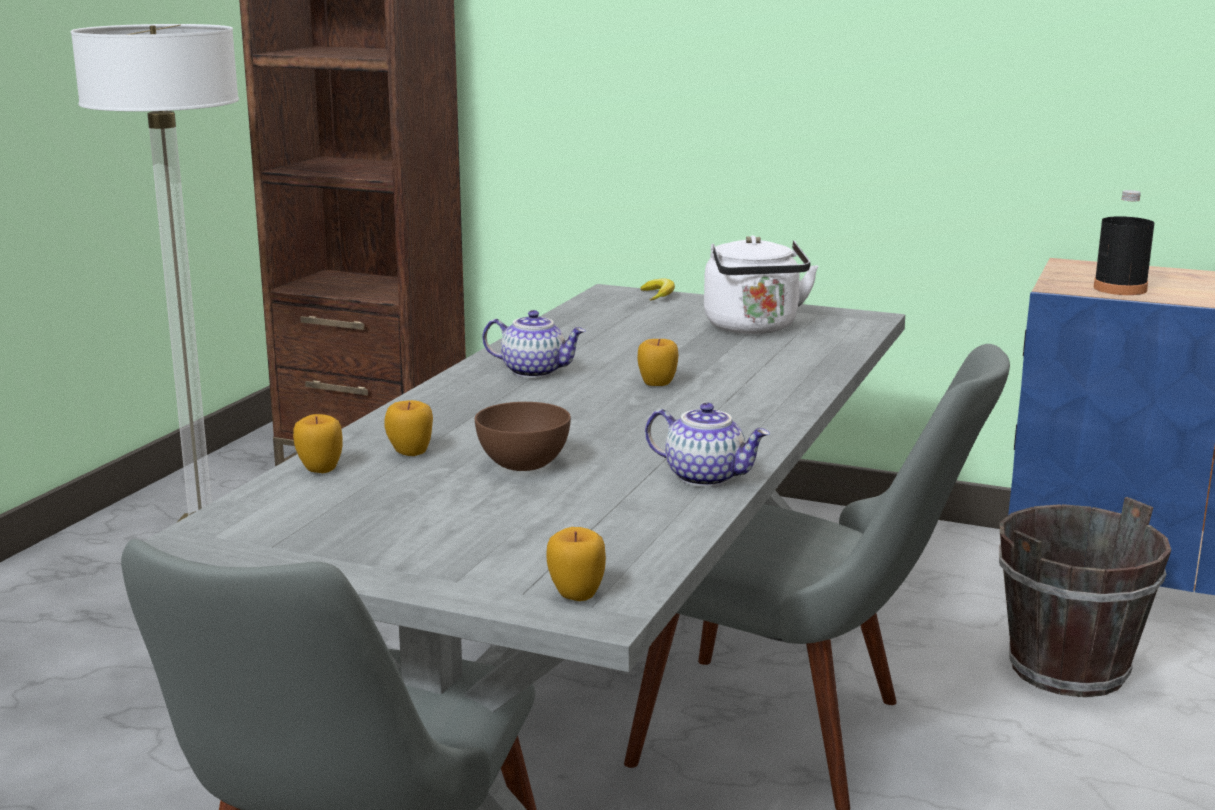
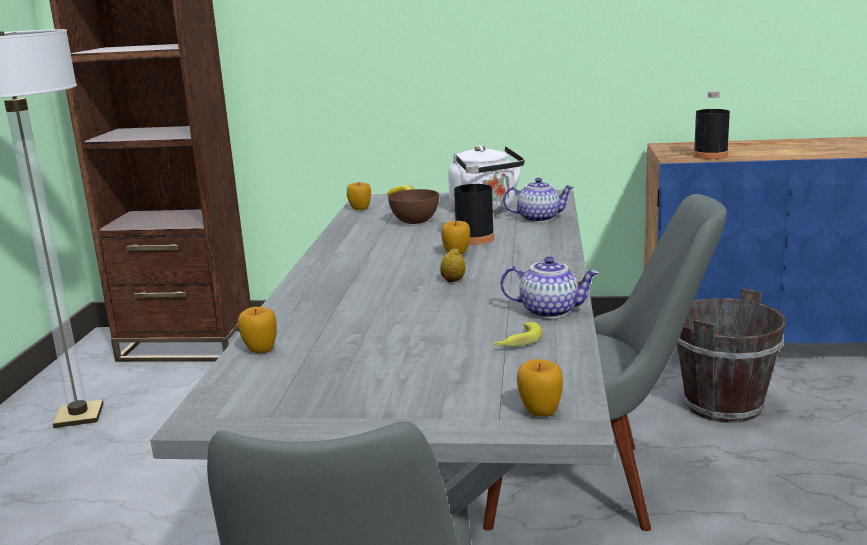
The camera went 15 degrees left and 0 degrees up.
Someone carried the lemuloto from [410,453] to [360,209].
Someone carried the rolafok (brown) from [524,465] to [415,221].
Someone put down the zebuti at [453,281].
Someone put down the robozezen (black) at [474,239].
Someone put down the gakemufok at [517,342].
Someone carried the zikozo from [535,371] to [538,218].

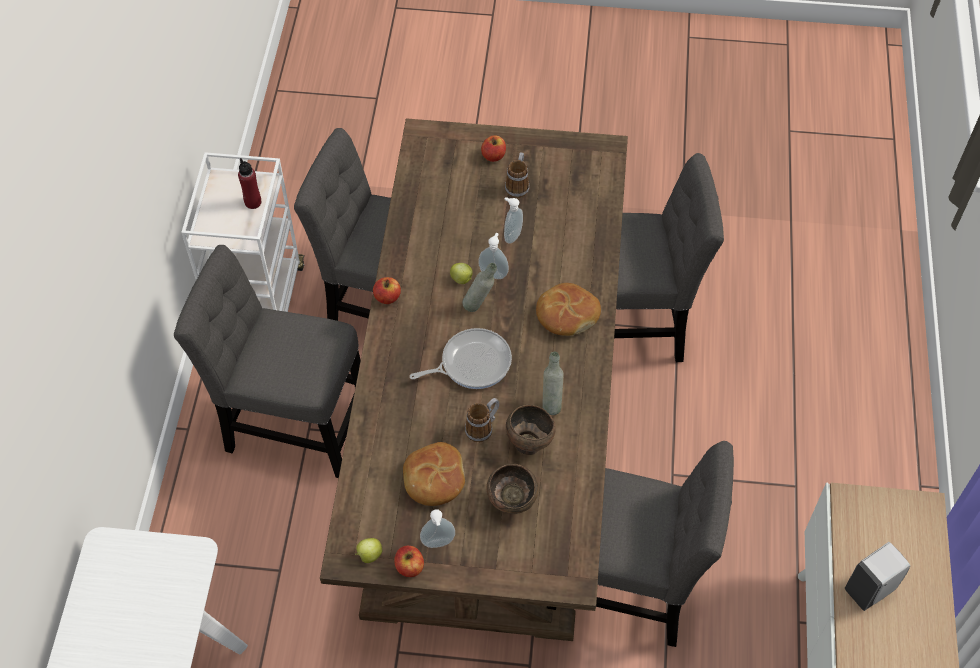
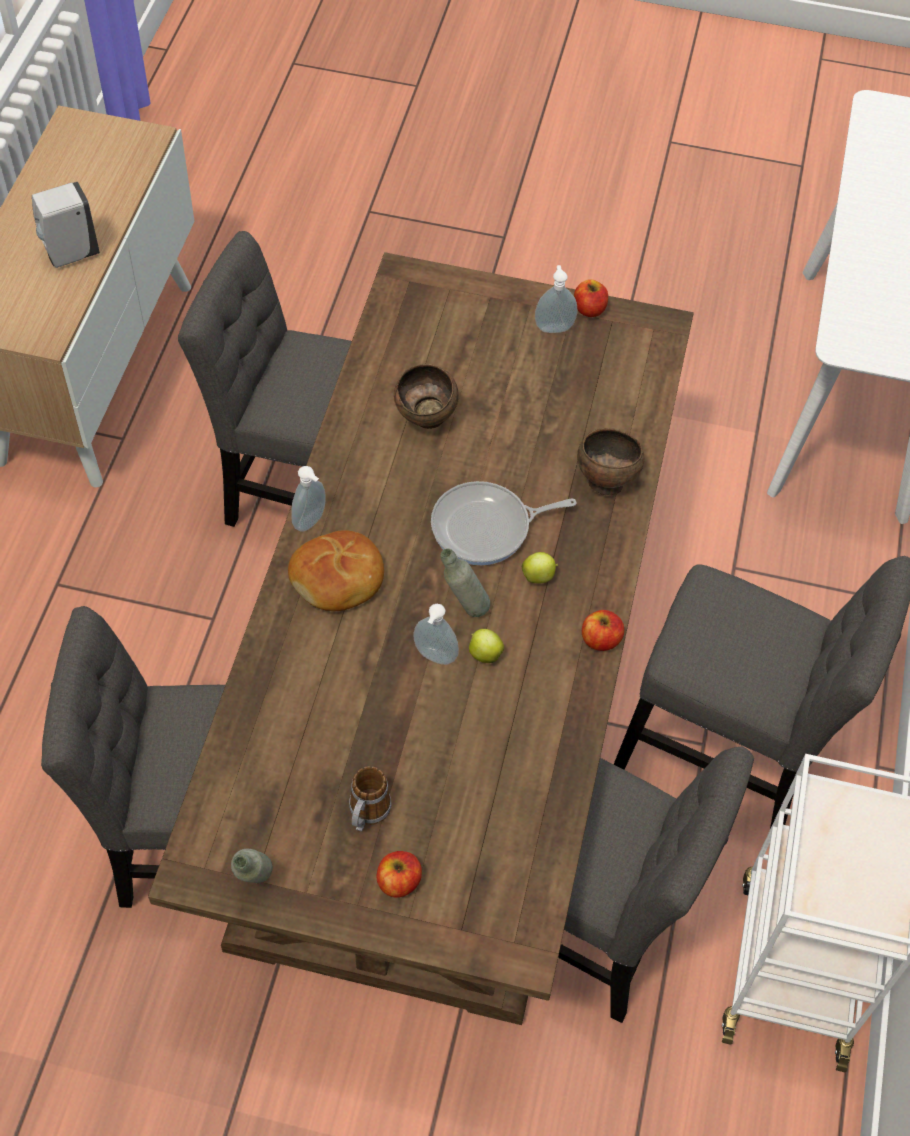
The camera went 175 degrees left and 0 degrees up.
Someone carried the robozezen (grey) from [551,403] to [255,885].
Someone carried the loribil from [512,235] to [311,522].
Someone carried the lemuloto from [369,555] to [538,576].
Someone carried the rolafok (brown) from [513,502] to [604,481].
Someone took away the robozezen (red) at [253,202].
Someone took away the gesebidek at [434,479].
Someone took away the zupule at [483,427].

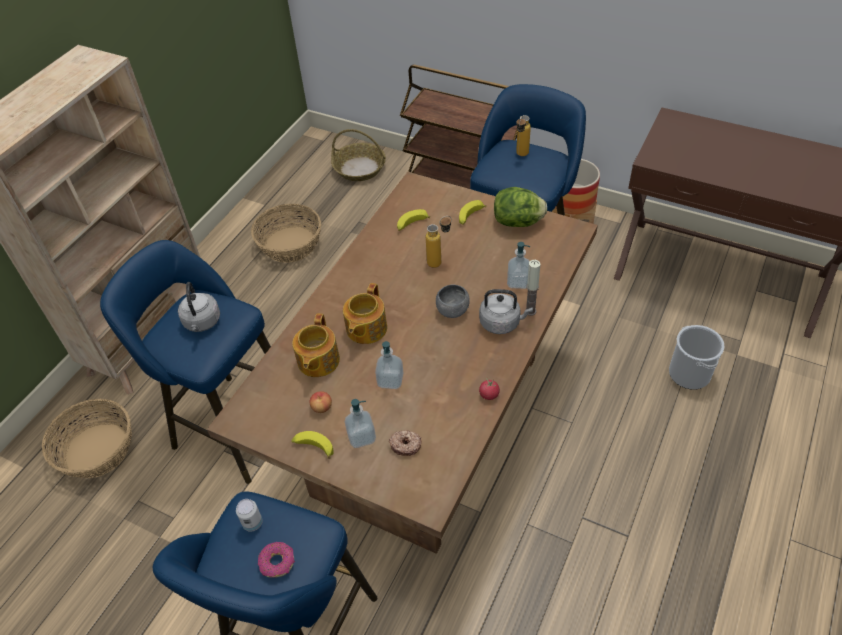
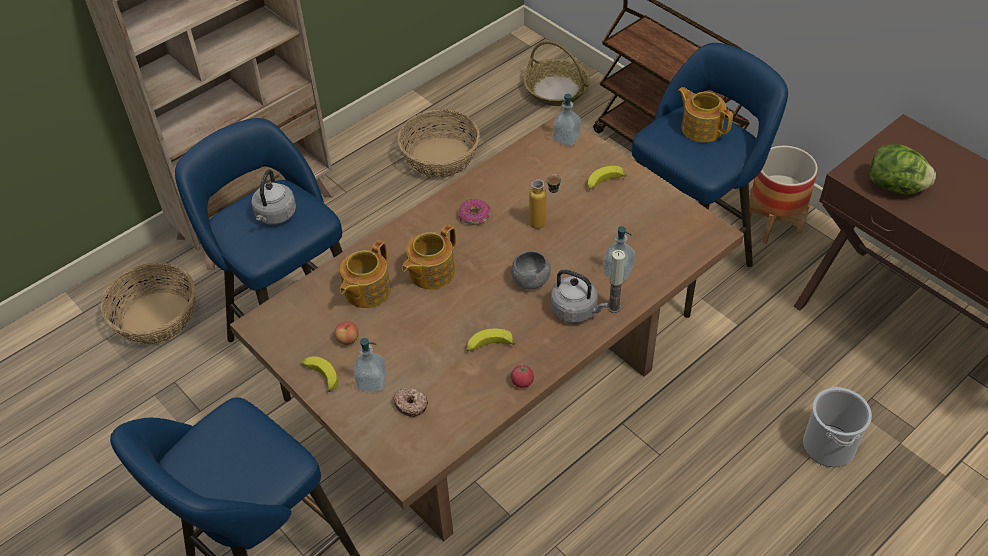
The camera went 20 degrees right and 0 degrees up.
Someone carried the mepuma from [277,563] to [474,216].
Someone carried the gakemufok from [411,224] to [489,346].
Someone carried the loribil from [390,380] to [566,138].
Someone swapped the robozezen at [520,156] for the zikozo at [701,128].
Someone carried the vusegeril from [518,222] to [895,187].
Someone took away the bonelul at [252,523].

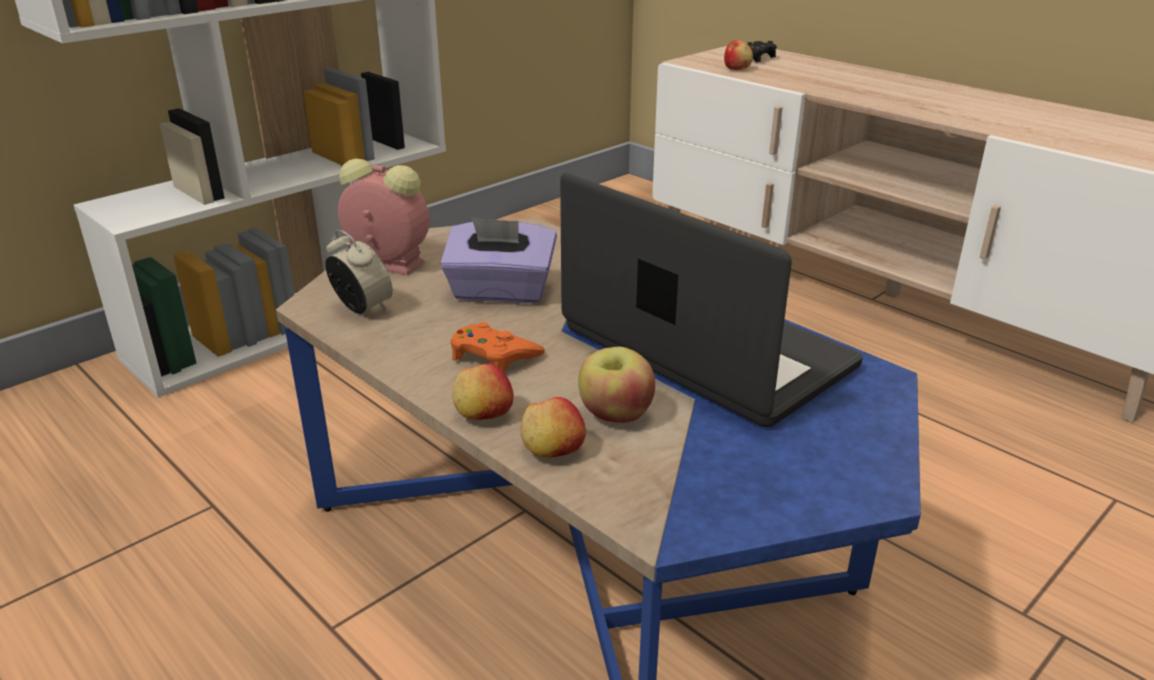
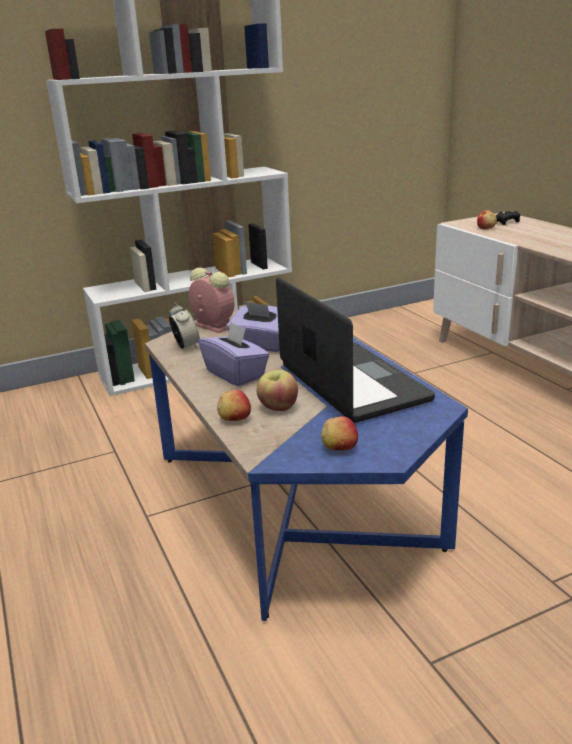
The camera went 20 degrees right and 5 degrees down.
Someone swapped the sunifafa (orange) at [493,356] for the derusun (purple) at [236,374].
Someone carried the lemuloto from [483,414] to [339,448].

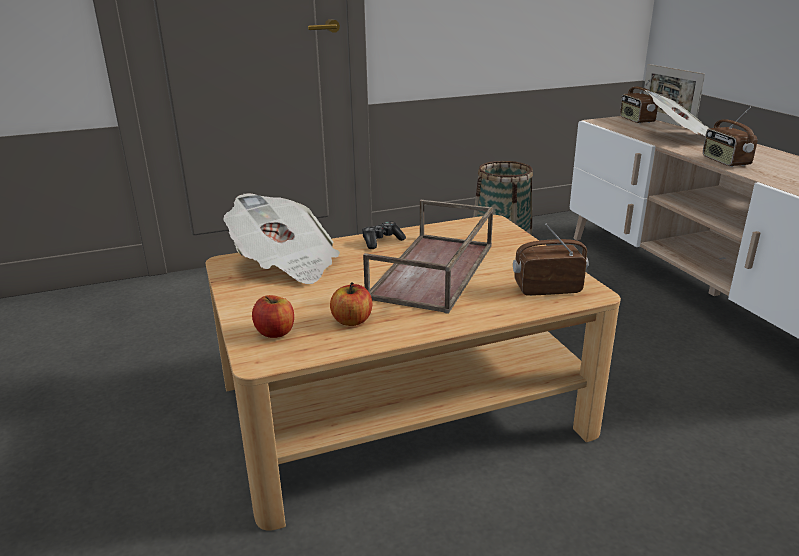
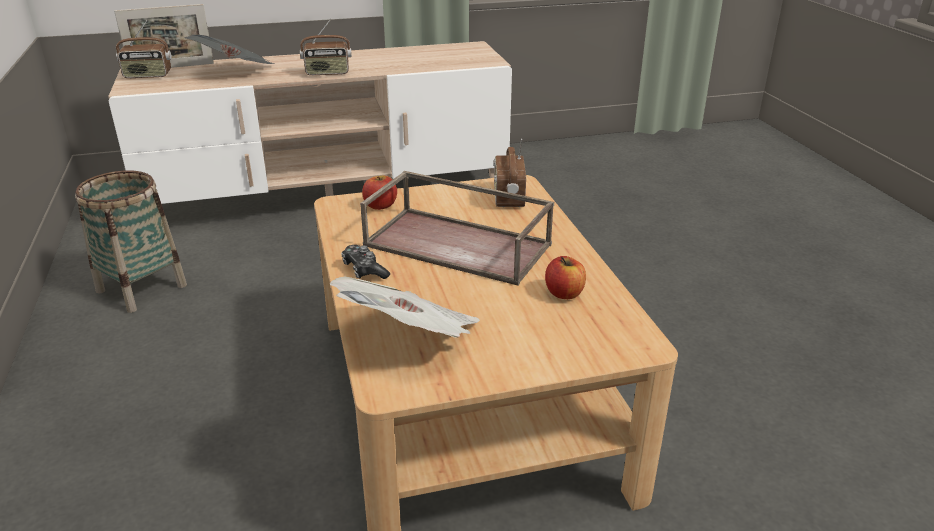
The camera went 85 degrees left and 5 degrees up.
Someone carried the lemuloto from [275,332] to [380,206].

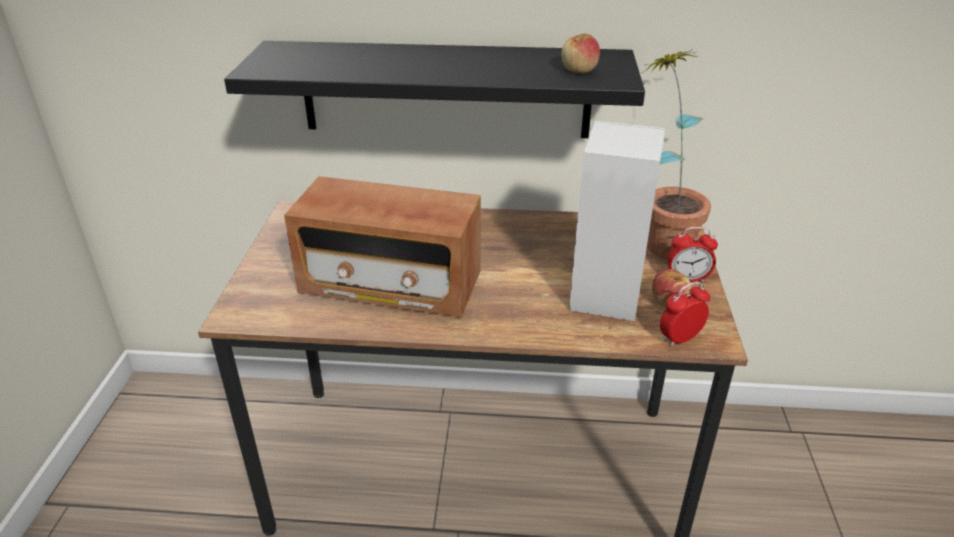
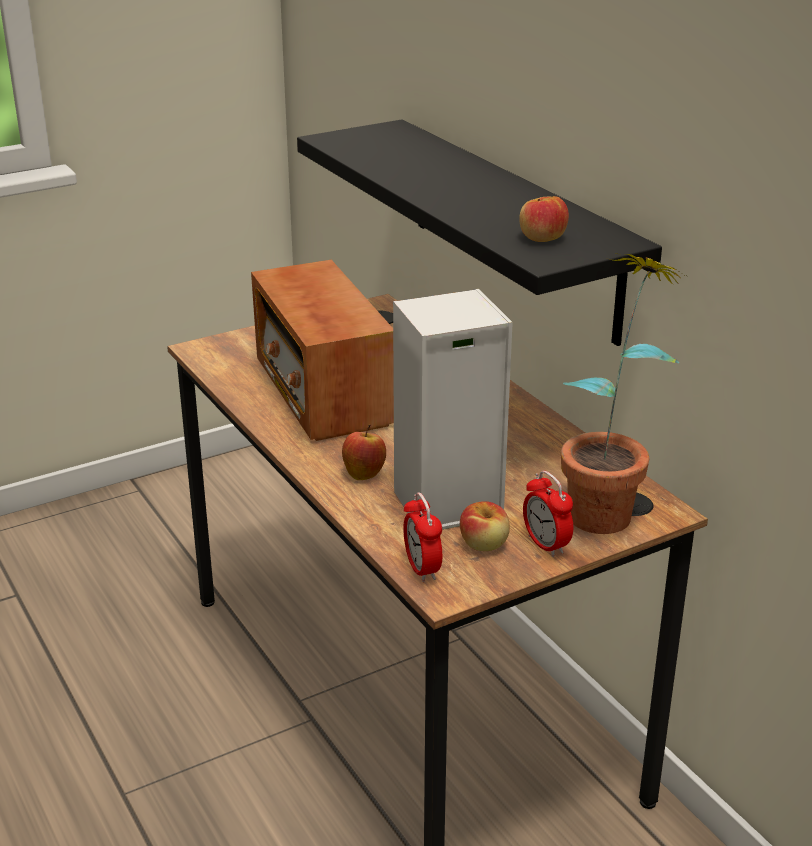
The camera went 55 degrees right and 5 degrees down.
Someone put down the lemuloto at [364,473].
Someone rotated the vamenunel at [680,338] by 135 degrees counterclockwise.

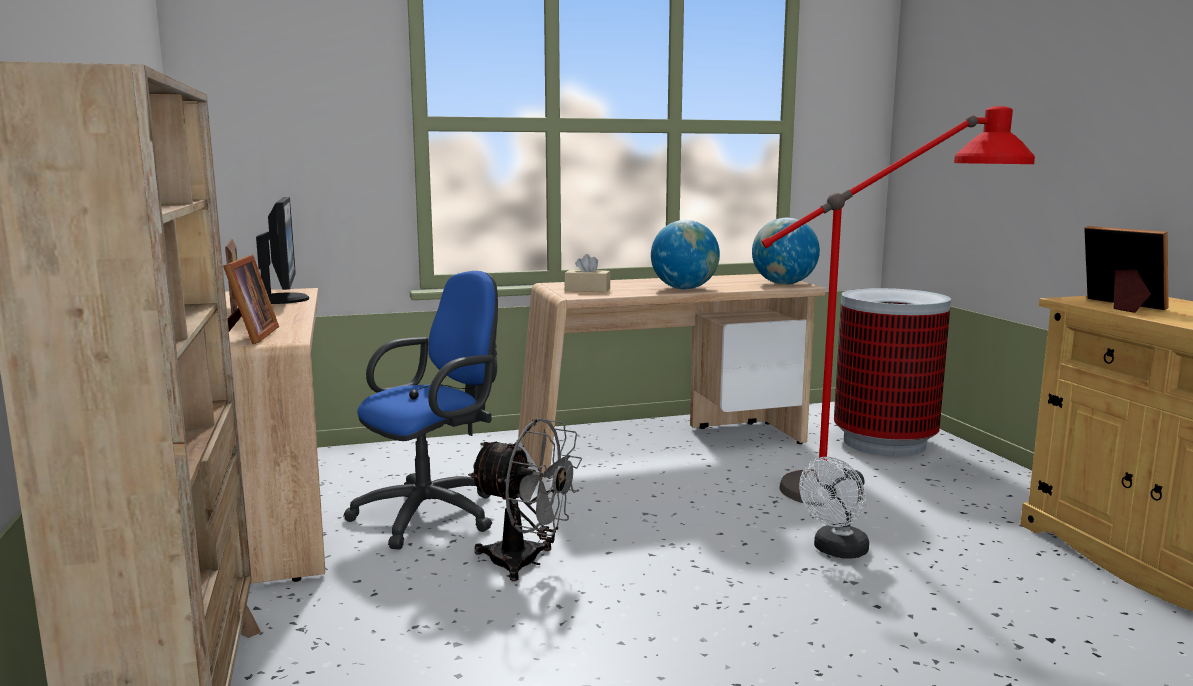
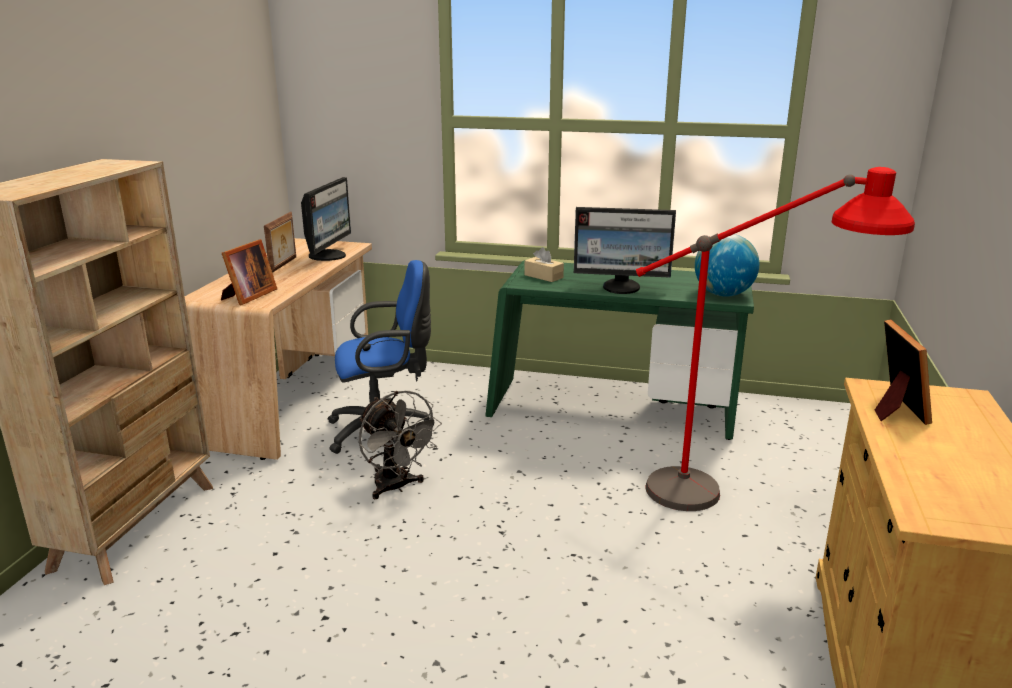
The camera went 30 degrees right and 10 degrees up.
Someone repainted the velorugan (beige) at [665,444], which became the velorugan (green) at [612,411].
Someone swapped the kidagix at [684,289] for the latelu at [622,287].
Someone took away the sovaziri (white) at [836,551].
Someone took away the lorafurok at [885,443].

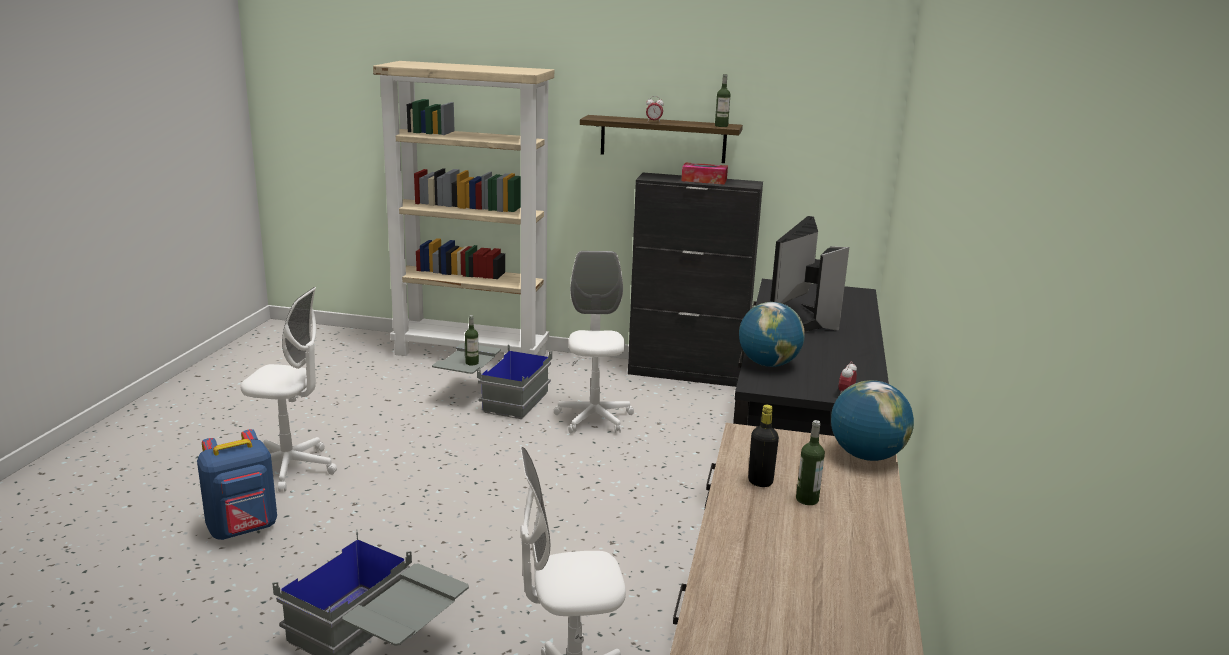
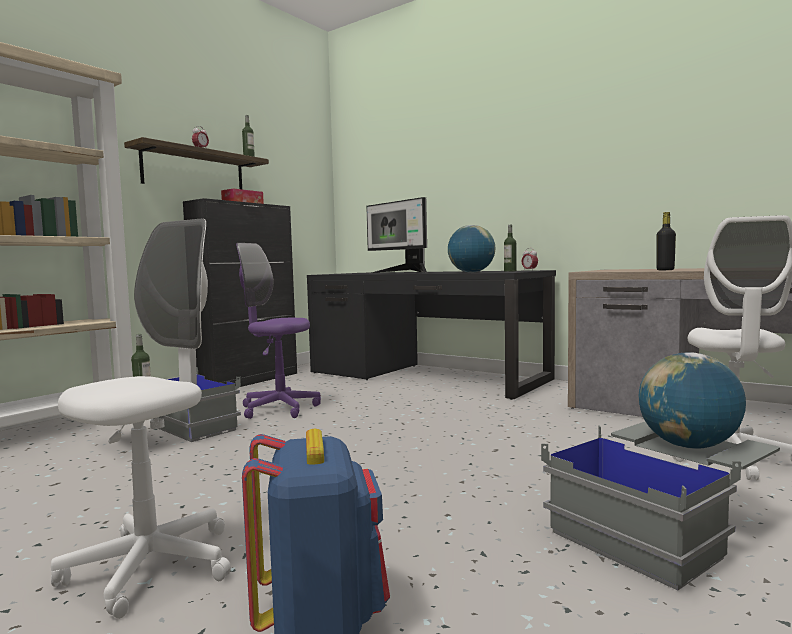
The camera went 65 degrees left and 15 degrees down.
Someone repainted the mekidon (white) at [594,418], which became the mekidon (purple) at [279,409].
Someone carried the robozezen from [807,499] to [510,271].
Someone carried the kidagix from [866,455] to [688,446].

